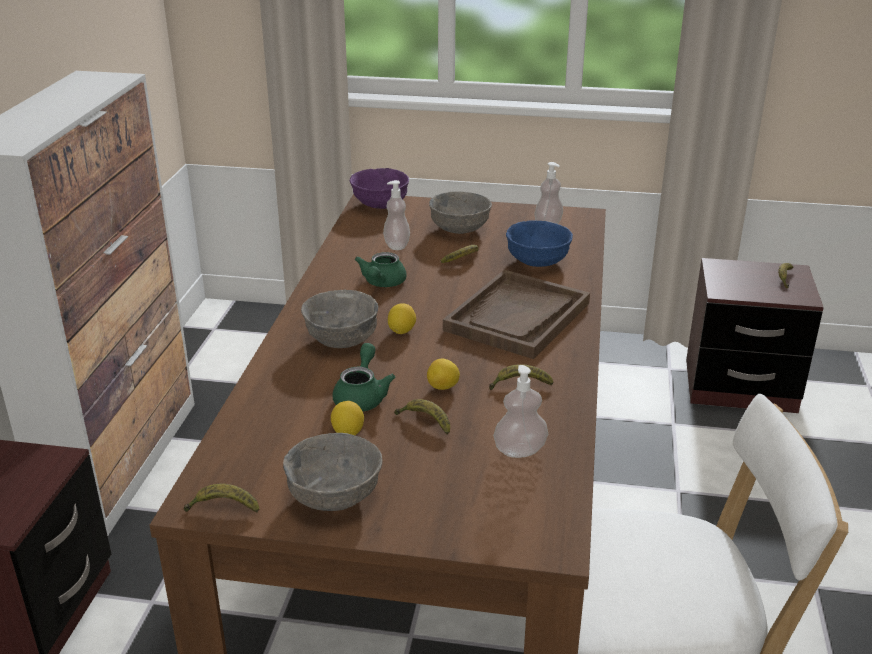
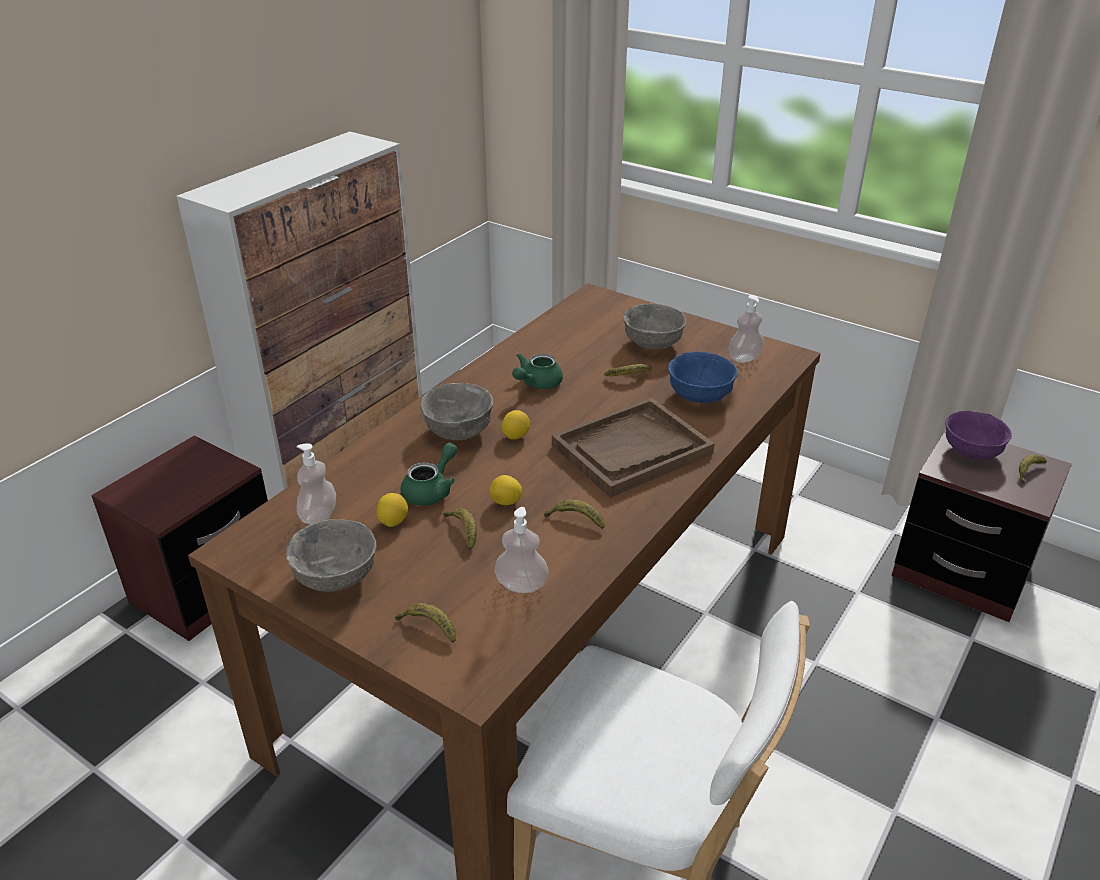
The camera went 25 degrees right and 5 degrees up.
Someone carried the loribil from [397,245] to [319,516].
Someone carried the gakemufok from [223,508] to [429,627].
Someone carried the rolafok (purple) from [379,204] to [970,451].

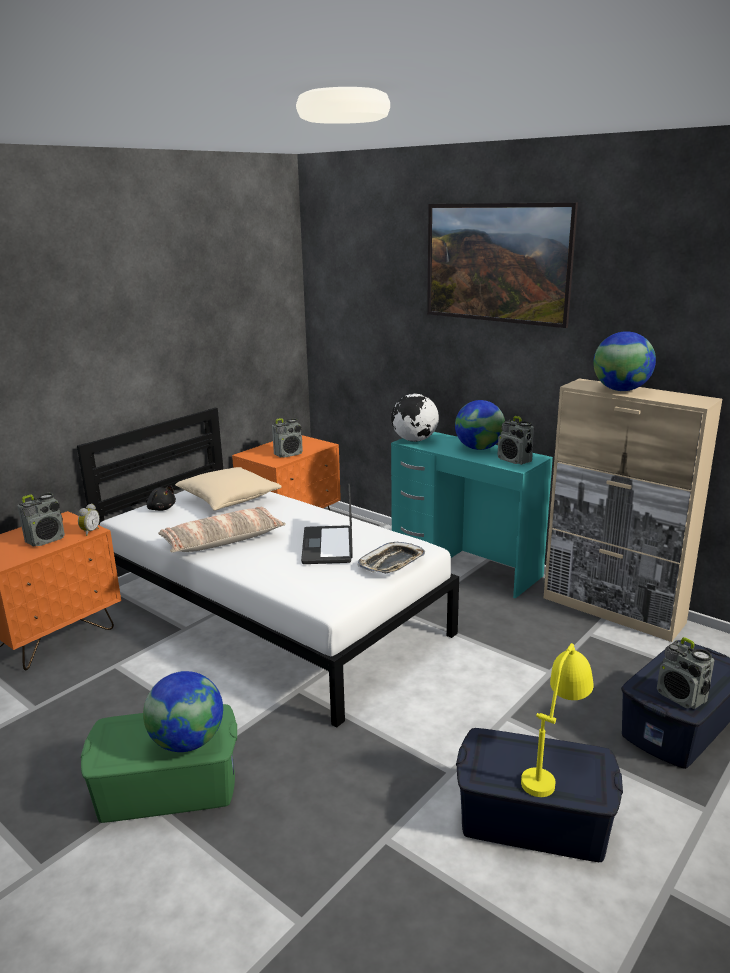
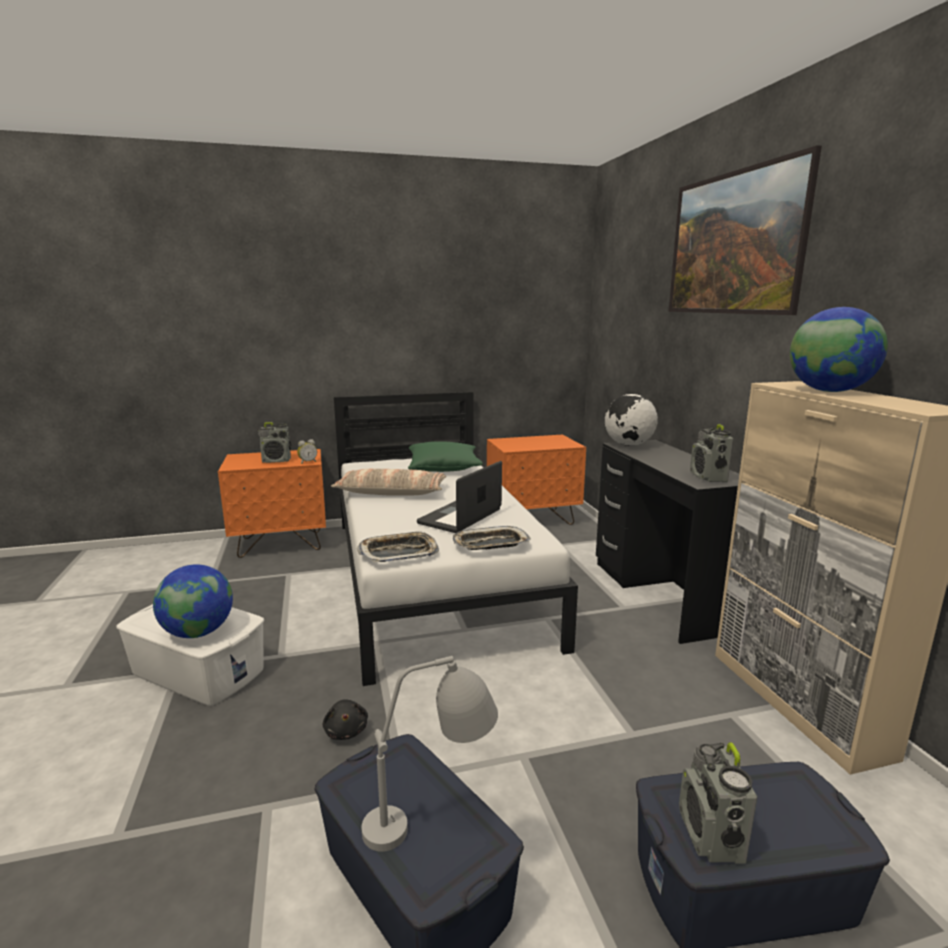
The camera went 35 degrees right and 5 degrees down.
Someone repainted the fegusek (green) at [167,786], which became the fegusek (white) at [199,670].
Someone carried the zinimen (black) from [161,508] to [346,730].
Someone put down the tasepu at [399,553].
Someone repainted the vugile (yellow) at [554,763], which became the vugile (grey) at [434,819].
Someone repainted the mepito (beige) at [229,499], which became the mepito (green) at [443,468].
Someone repainted the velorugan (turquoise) at [465,565], which became the velorugan (black) at [660,595].
Someone took away the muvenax at [289,454].
Someone took away the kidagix at [479,448].

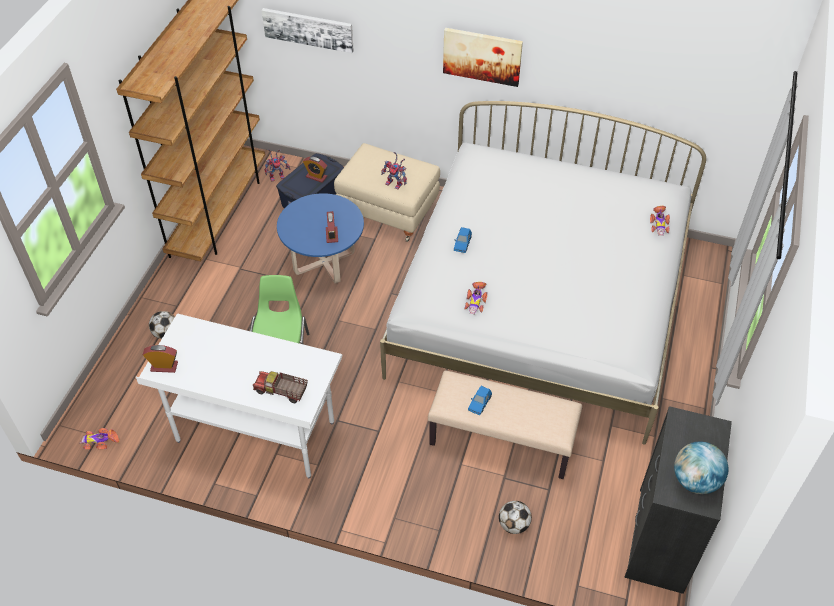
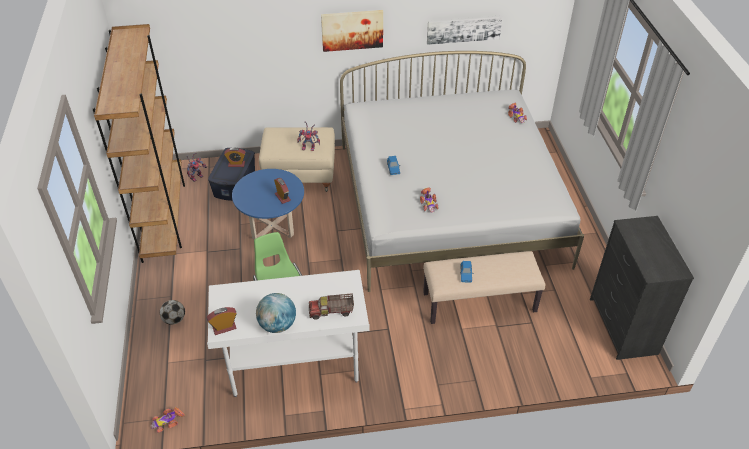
The camera went 25 degrees left and 5 degrees down.
Someone carried the kidagix from [695,480] to [277,325].
Someone carried the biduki from [308,29] to [463,29].
Someone took away the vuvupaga at [513,524].

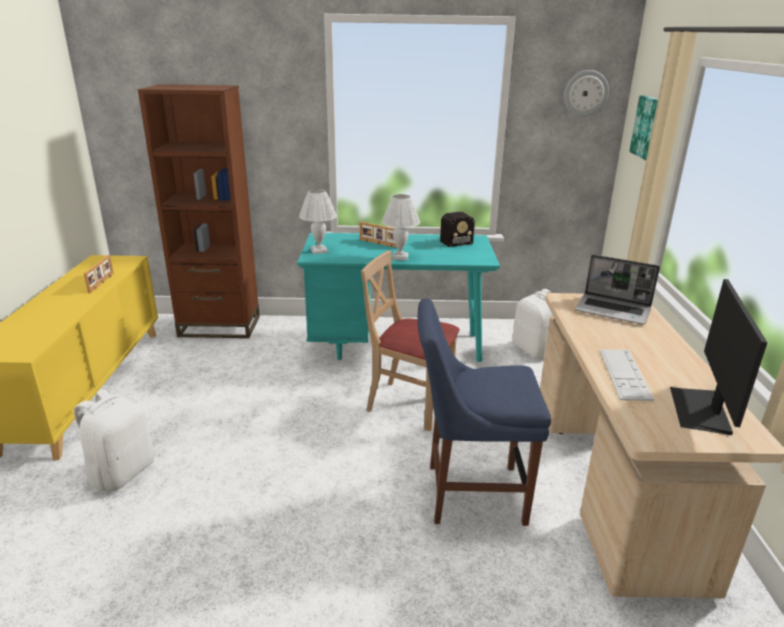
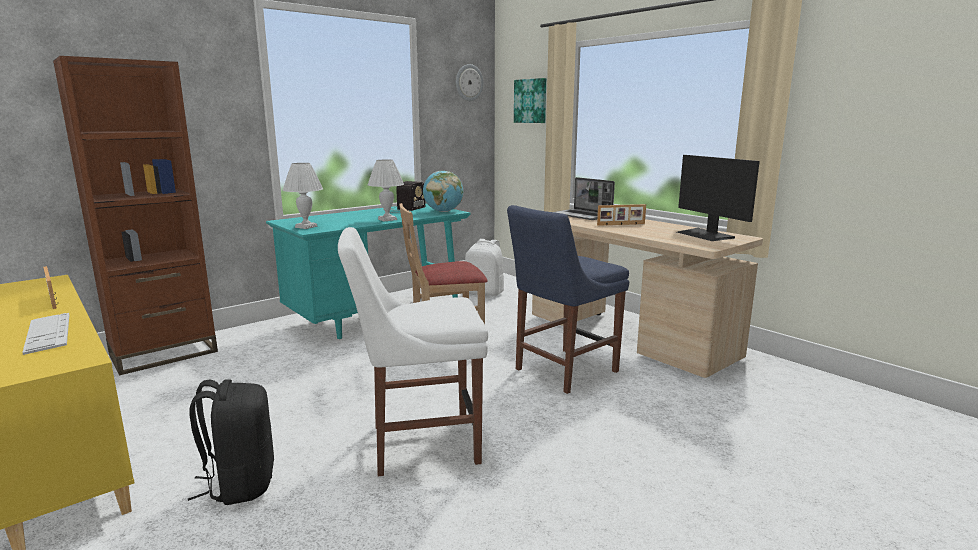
The camera went 40 degrees left and 10 degrees down.
Someone carried the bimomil from [624,374] to [48,333].
Someone repainted the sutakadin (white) at [121,472], which became the sutakadin (black) at [240,483].
Someone put down the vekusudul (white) at [418,444].
Someone put down the kidagix at [443,211].
Someone rotated the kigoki at [614,310] by 60 degrees clockwise.
Someone carried the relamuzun from [379,244] to [621,224].

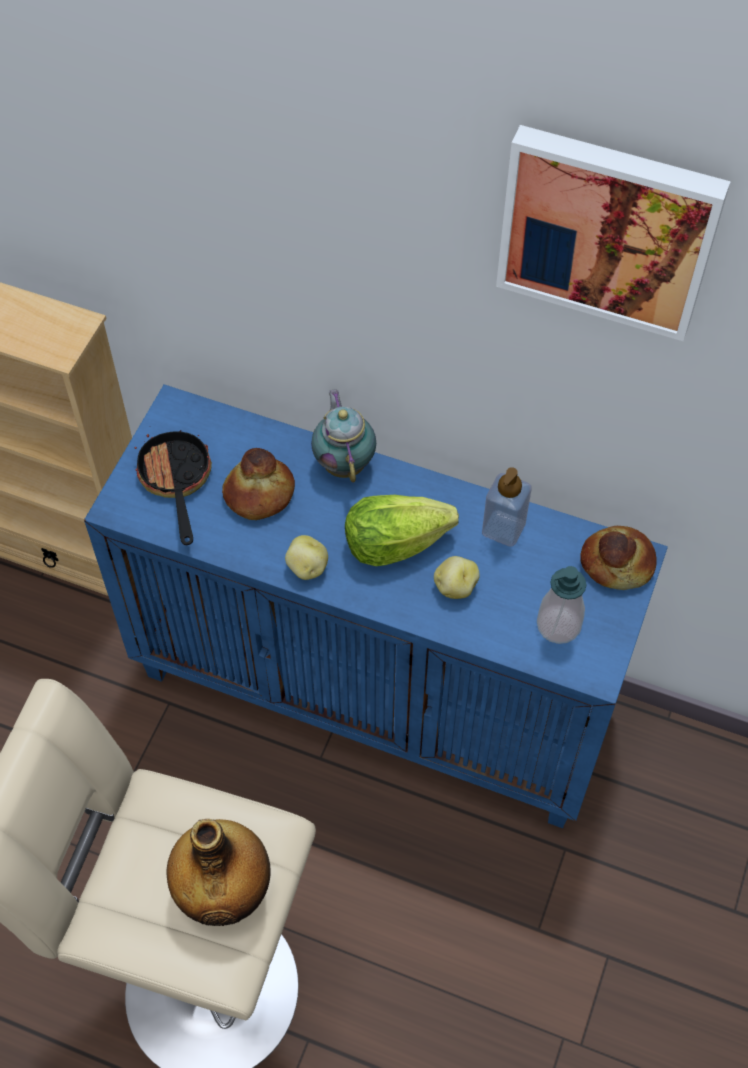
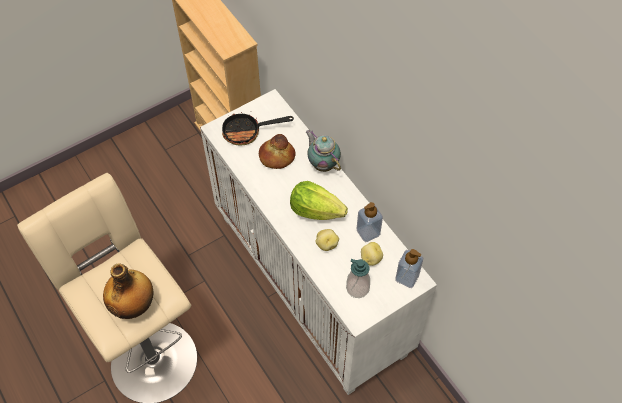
The camera went 35 degrees right and 0 degrees up.
Someone repainted the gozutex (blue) at [378,691], which became the gozutex (white) at [313,284].
Someone rotated the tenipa at [176,482] by 120 degrees counterclockwise.
Someone rotated the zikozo at [344,462] by 60 degrees counterclockwise.
Someone carried the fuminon from [307,568] to [370,258].
Someone swapped the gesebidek at [617,562] for the loribil at [407,277].
Someone took away the biduki at [608,228].

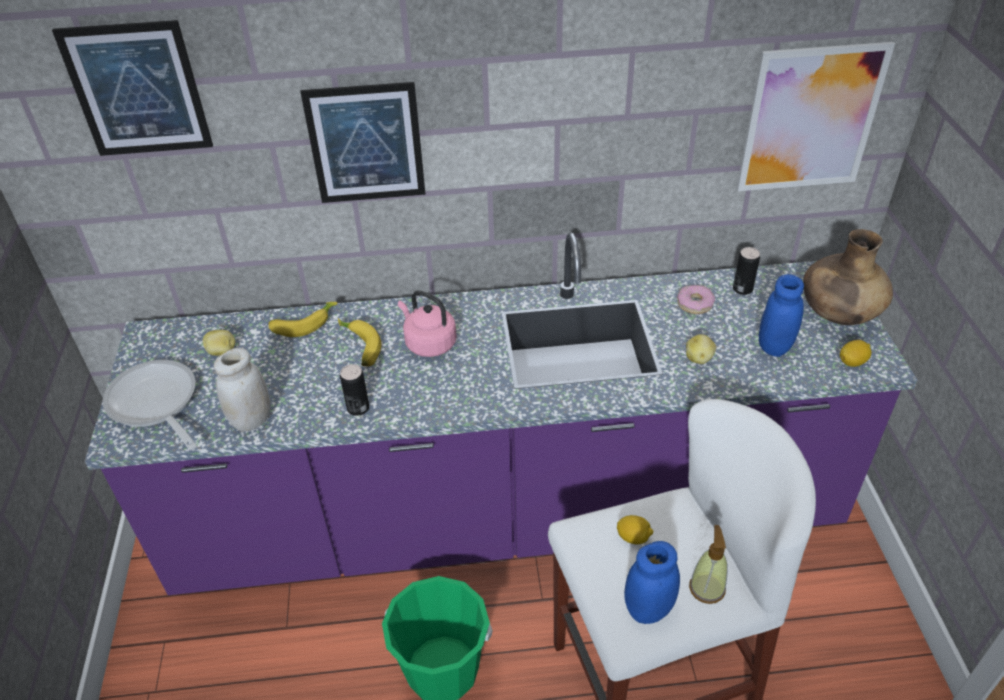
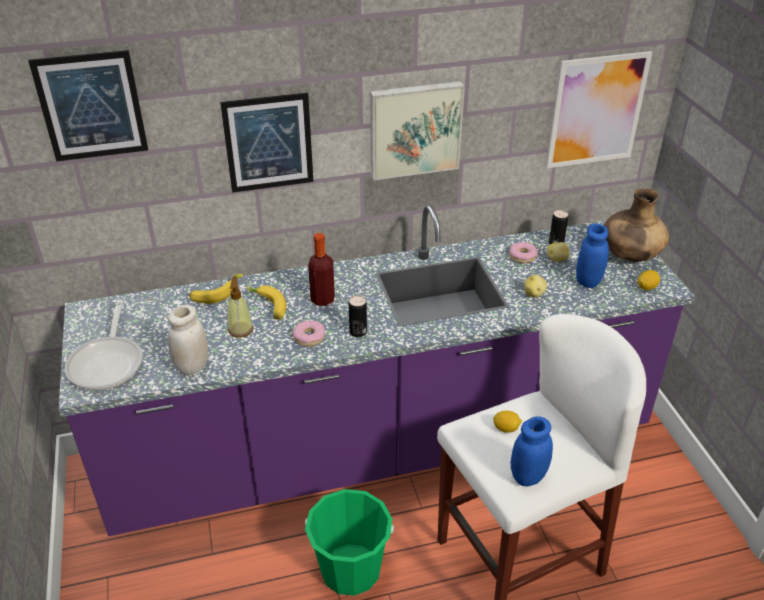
The camera went 10 degrees left and 5 degrees down.
Someone rotated the tenipa at [156,405] by 135 degrees counterclockwise.
Someone carried the loribil from [707,588] to [240,329].
Someone put down the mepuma at [309,337].
Someone swapped the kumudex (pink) at [428,343] for the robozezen at [322,299].
Someone carried the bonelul from [358,408] to [358,332].
Someone put up the biduki at [414,129].
Someone carried the fuminon from [222,352] to [557,259].

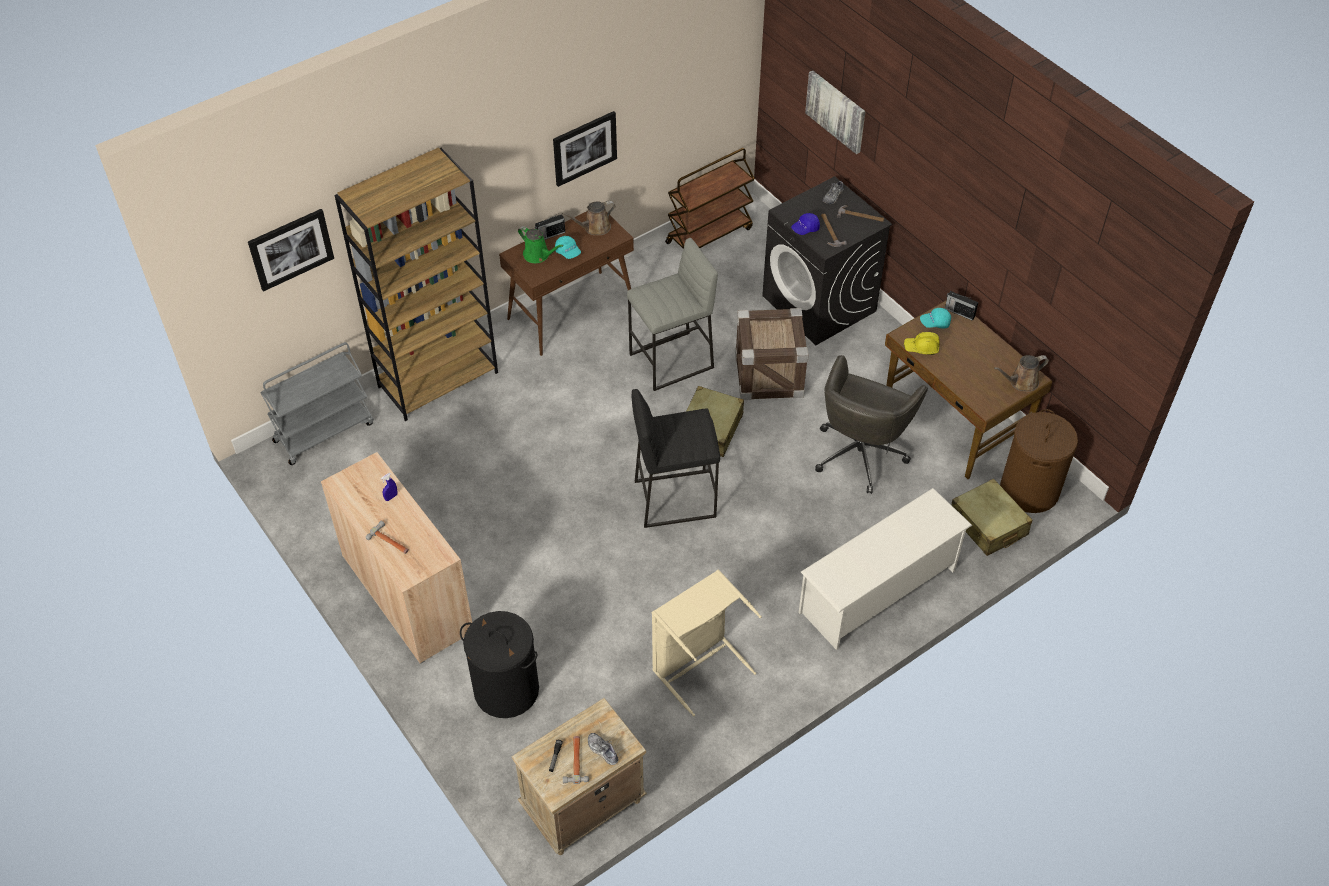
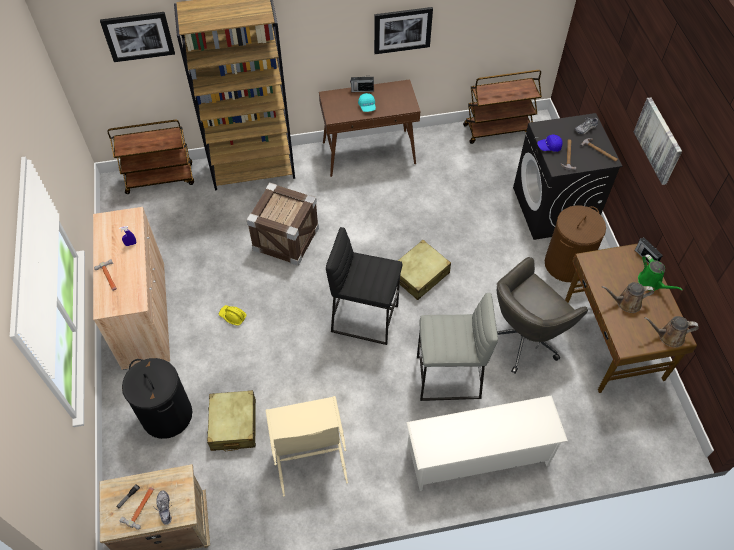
The camera went 25 degrees right and 5 degrees up.
Someone repainted the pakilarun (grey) at [324,431], which became the pakilarun (brown) at [160,178].
Someone carried the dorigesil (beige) from [988,525] to [233,425].
Someone carried the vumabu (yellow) from [921,348] to [232,316].
Someone carried the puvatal from [769,375] to [286,239].
Someone carried the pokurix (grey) from [671,362] to [448,378].
Someone carried the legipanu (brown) from [1029,490] to [566,264].
Someone carried the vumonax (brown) from [594,228] to [626,303].
Someone carried the biduki from [836,111] to [658,140].
Someone carried the vumonax (green) from [538,255] to [651,282].
Someone took away the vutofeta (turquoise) at [935,323].

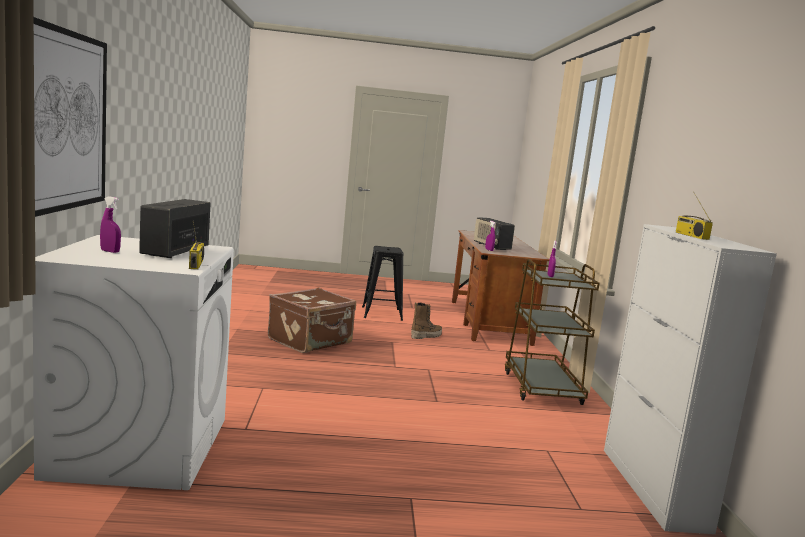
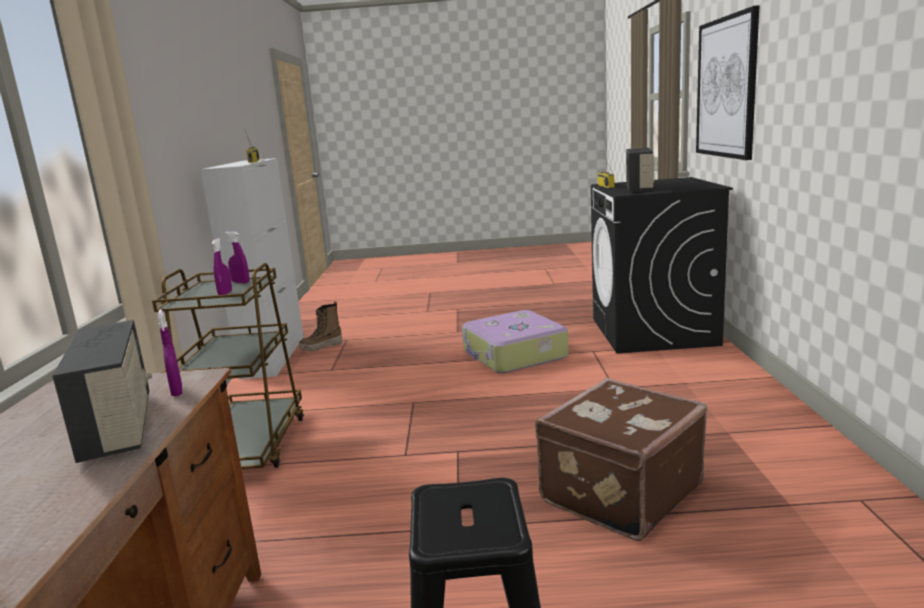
The camera went 175 degrees left and 5 degrees up.
Someone carried the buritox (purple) from [110,251] to [240,282].
Someone carried the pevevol from [426,336] to [321,347].
Someone put down the dorigesil at [514,355].
Someone repainted the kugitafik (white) at [140,447], which became the kugitafik (black) at [653,332].

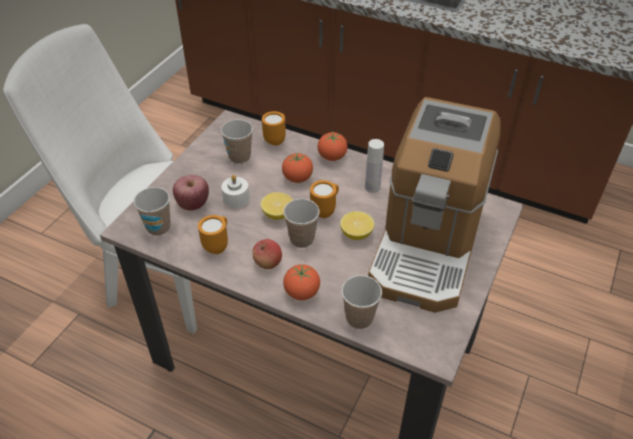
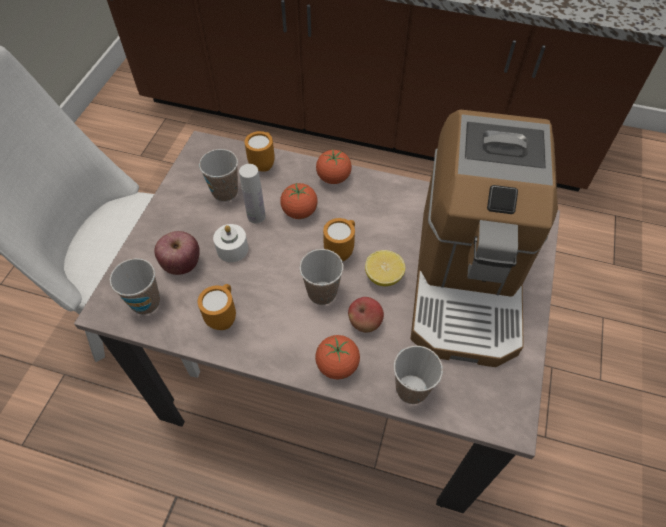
The camera went 10 degrees left and 10 degrees up.
Someone carried the robozezen (white) from [372,187] to [256,216].
Someone carried the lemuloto from [268,263] to [365,322].
Someone took away the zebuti at [277,214].

